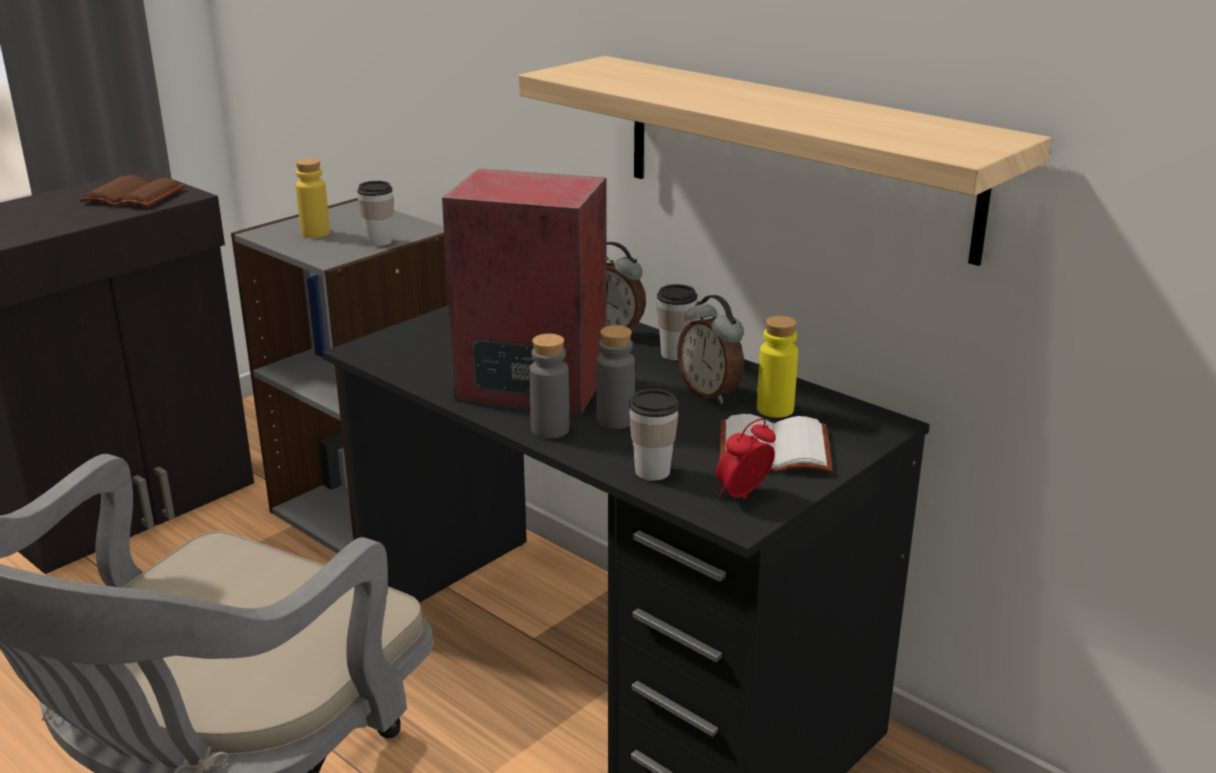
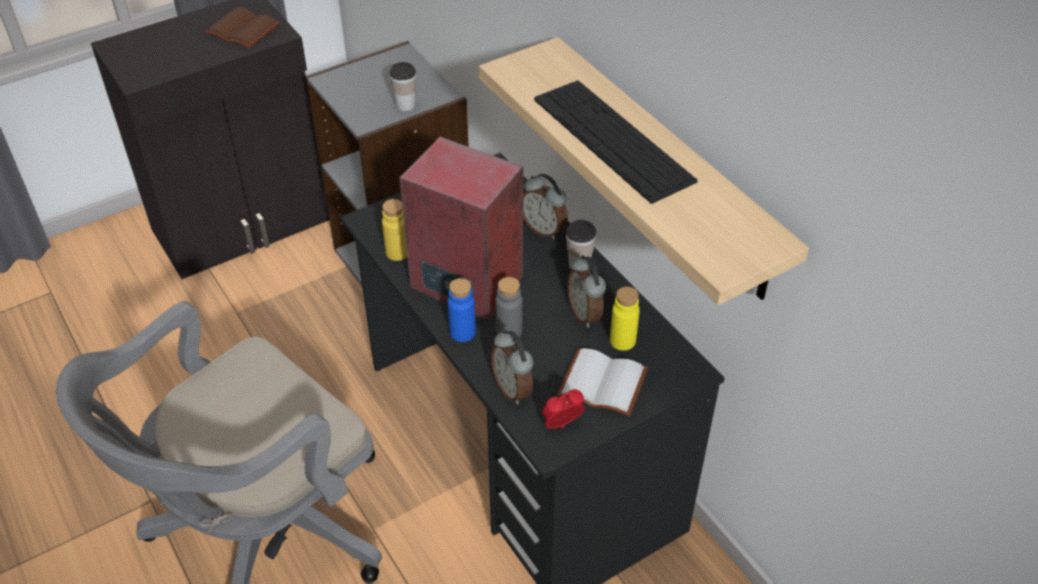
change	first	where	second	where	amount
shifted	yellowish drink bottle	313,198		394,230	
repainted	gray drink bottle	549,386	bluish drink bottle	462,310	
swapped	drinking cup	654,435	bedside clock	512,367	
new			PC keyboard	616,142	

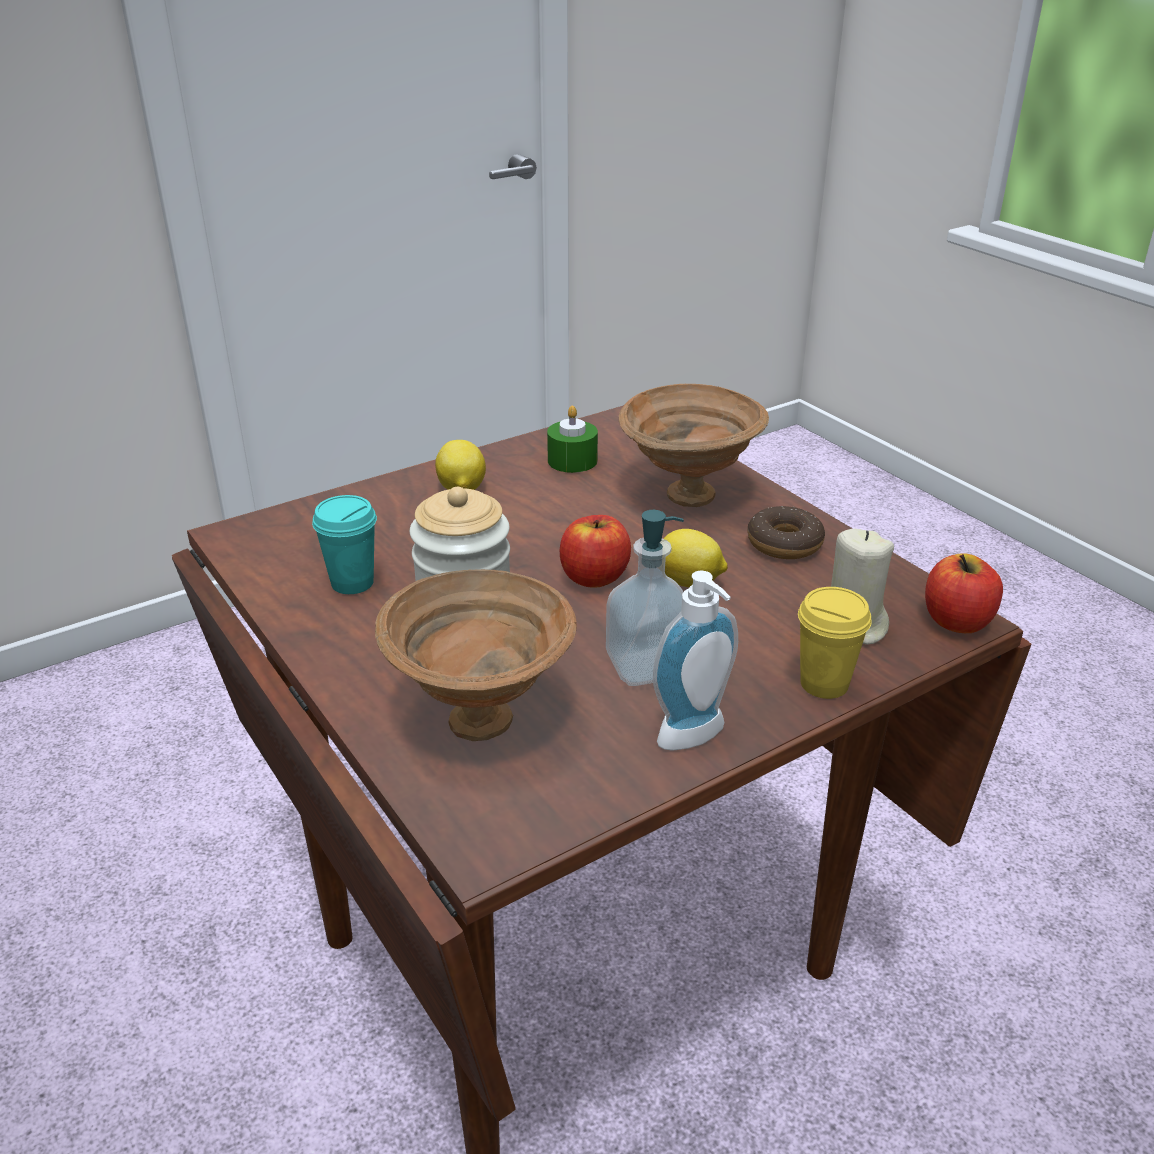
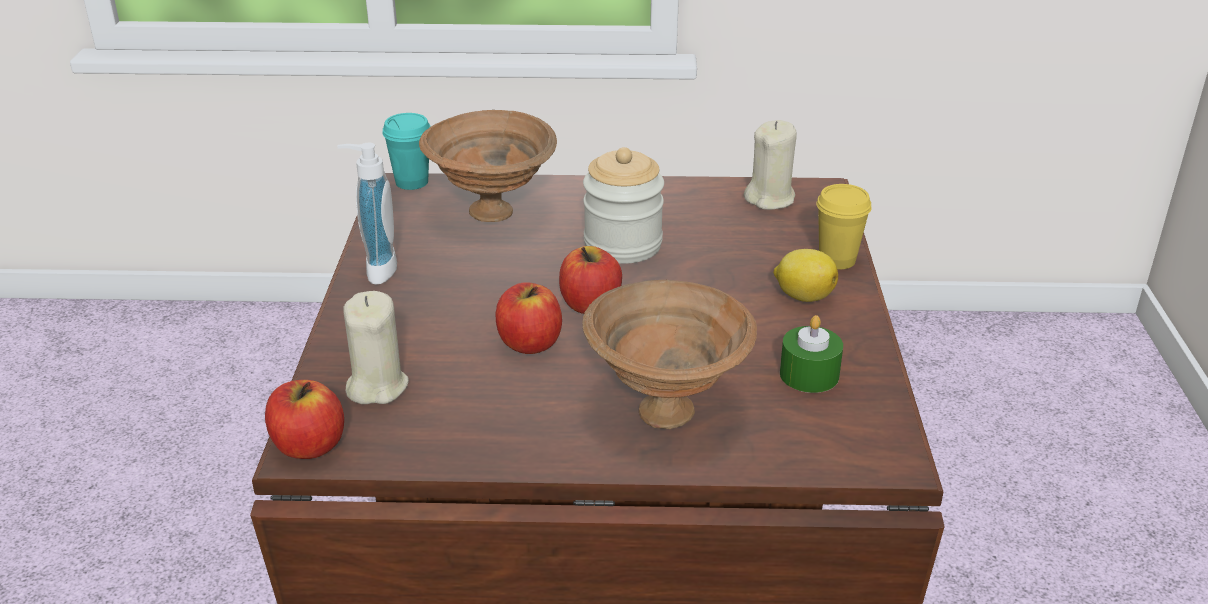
change	first	where	second	where	amount
shifted	turquoise drinking cup	344,544		406,151	
gone	liquid soap bottle	645,598			
swapped	whole lemon	695,558	whole apple	528,318	
gone	ring doughnut	786,532			
shifted	yellowish drinking cup	835,643		844,226	
new			sand-coloured candle	770,165	

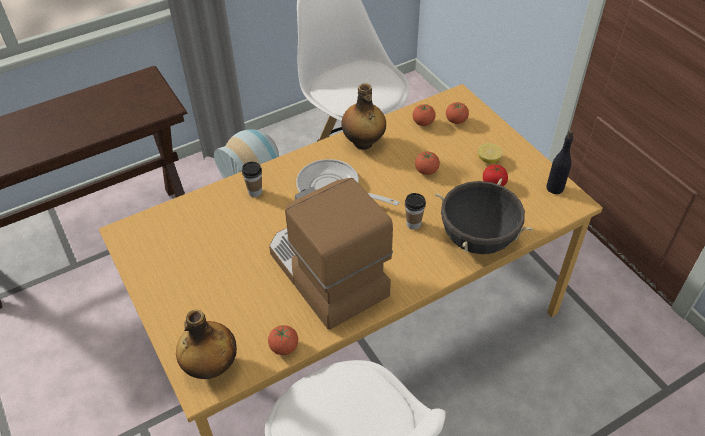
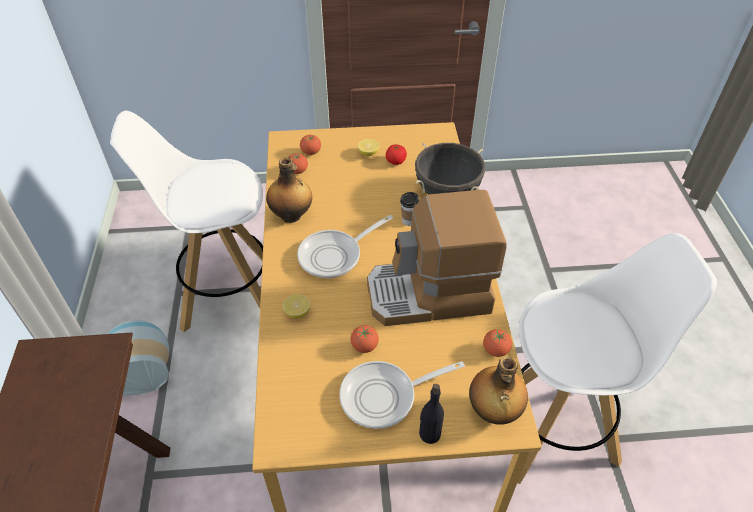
change	first	where	second	where	amount
swapped	drinking cup	252,179	whole lemon	296,306	
shifted	fresh tomato	427,163		365,339	
shifted	black-coloured drink bottle	560,162		431,414	
new			frying pan	402,395	

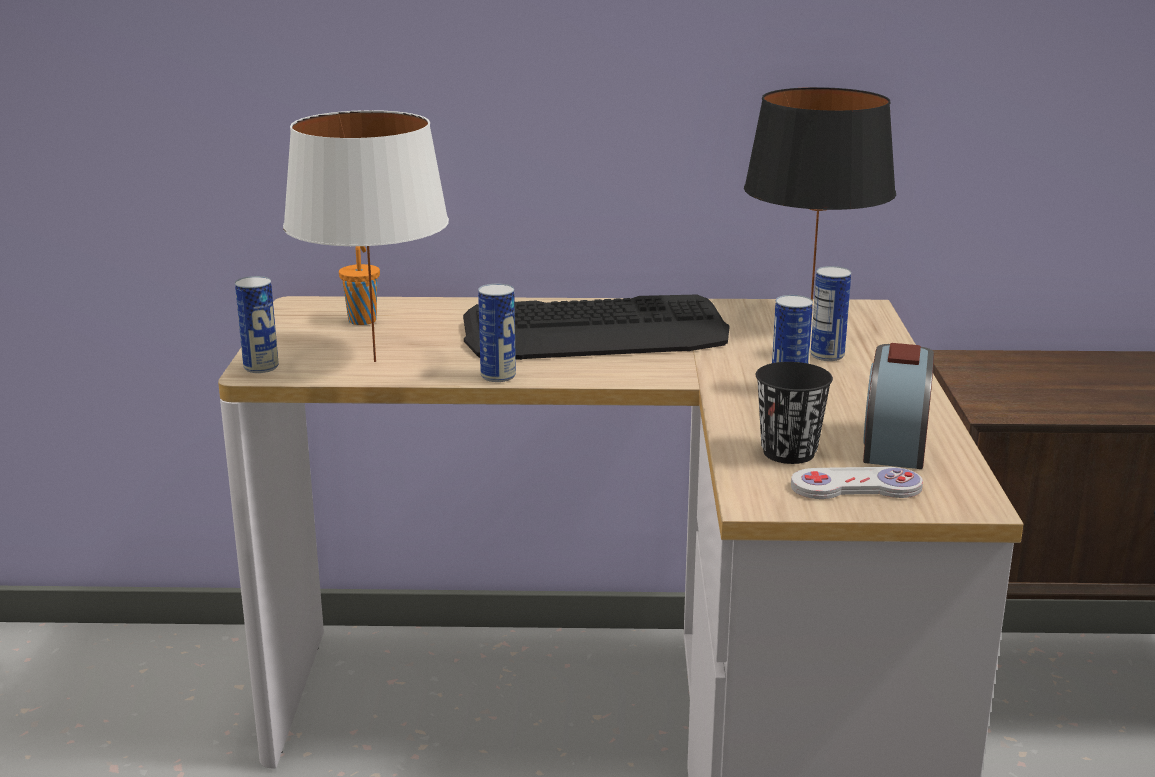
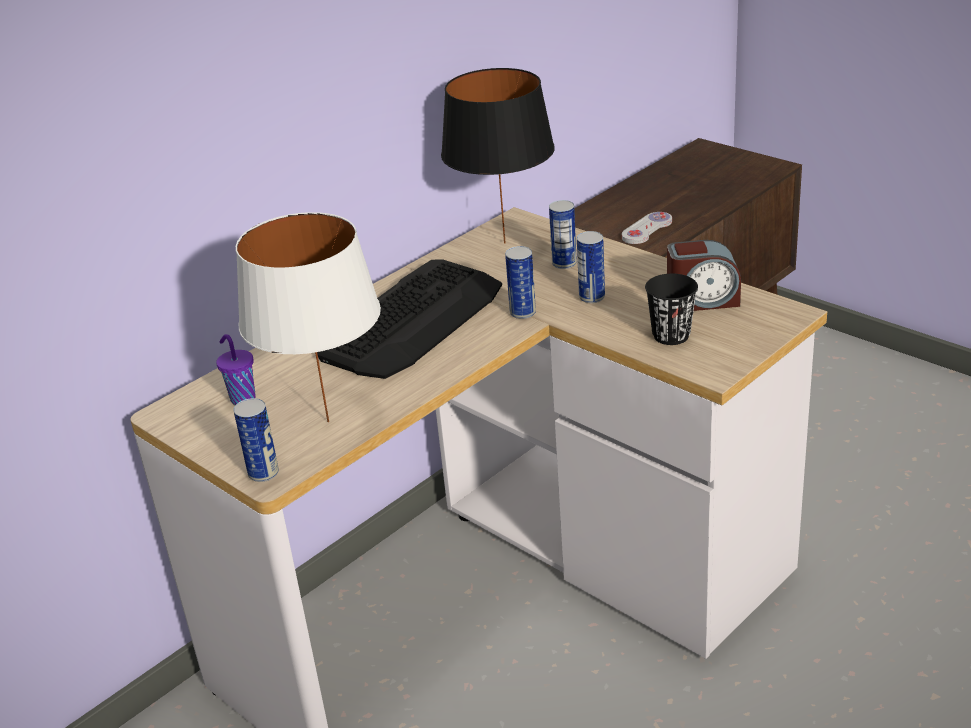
change	first	where	second	where	amount
repainted	orangey drinking cup	359,285	purple-coloured drinking cup	236,369	
shifted	sealed can	497,332		520,282	
shifted	white-coloured joypad	857,483		647,228	
rotated	bedside clock	898,406		704,275	60 degrees counterclockwise

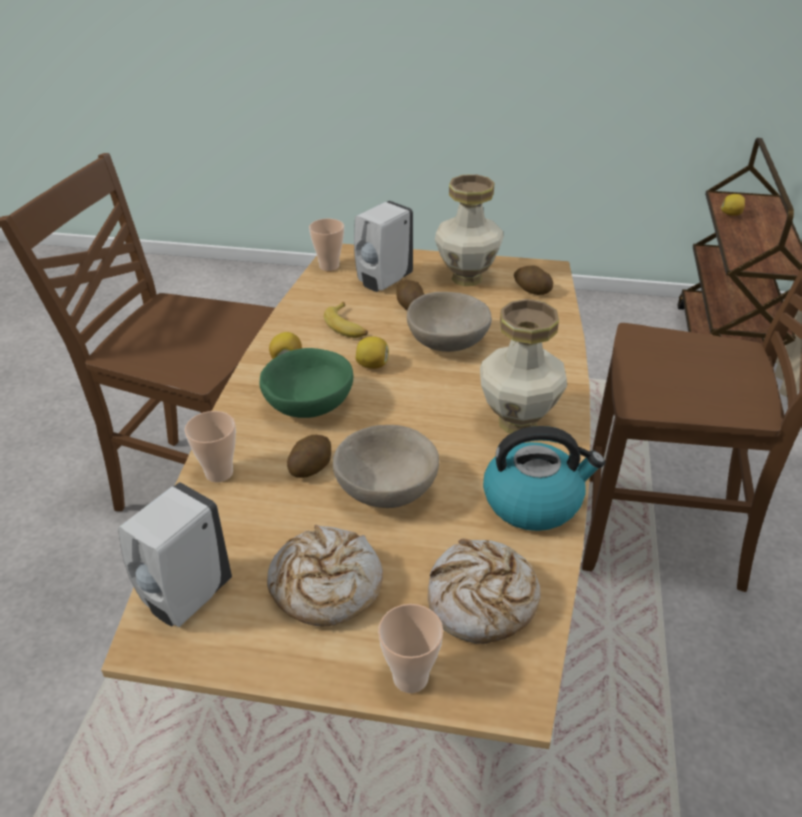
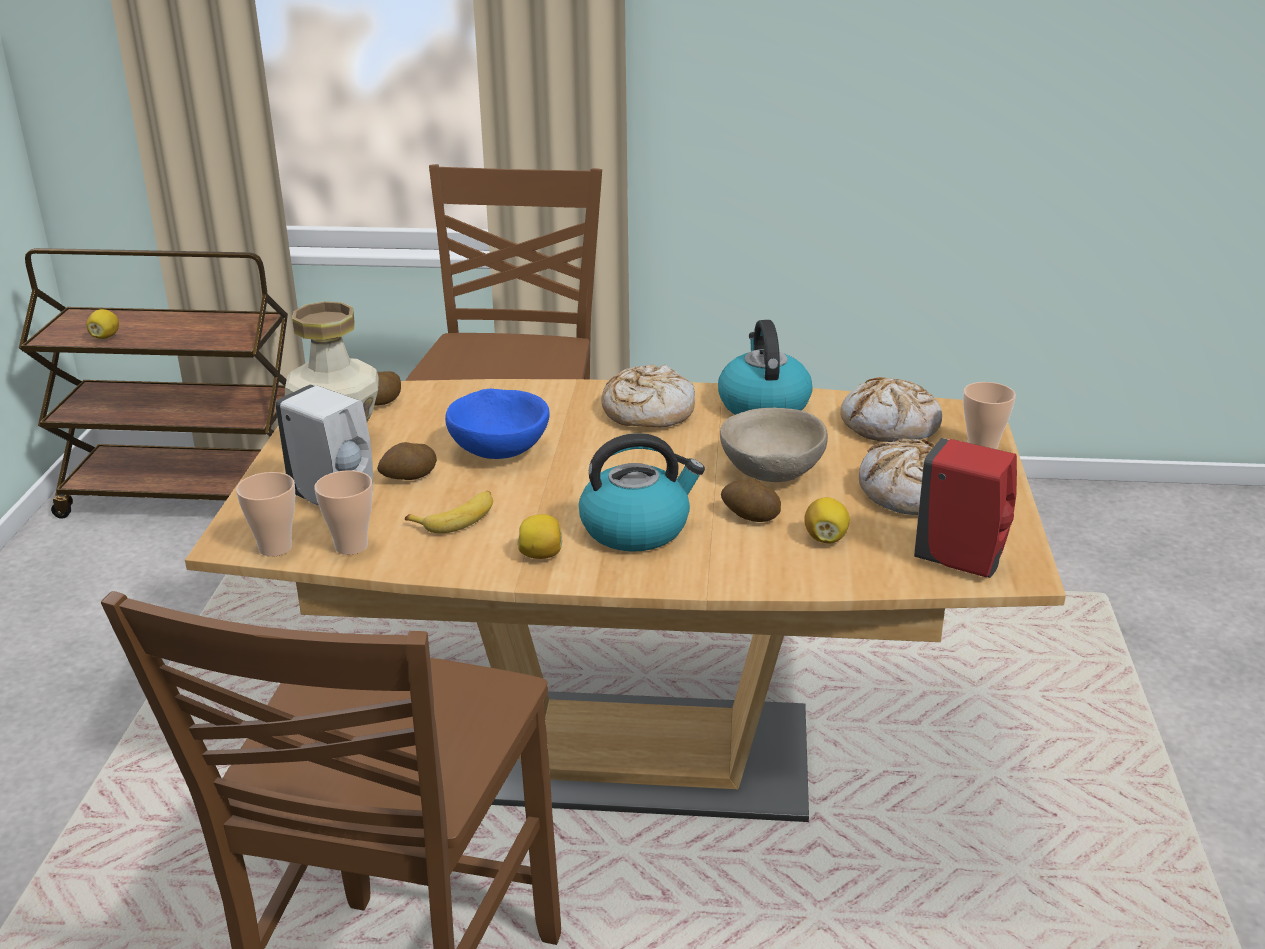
change	first	where	second	where	amount
repainted	white-coloured liquid soap bottle	175,554	red-coloured liquid soap bottle	965,508	
shifted	drinking cup	210,446		343,512	
swapped	green-coloured serving bowl	306,383	kettle	642,492	
shifted	whole lemon	372,352		827,520	
repainted	sand-coloured serving bowl	449,322	bluish serving bowl	497,424	
swapped	decorative vase	523,366	bread	648,395	

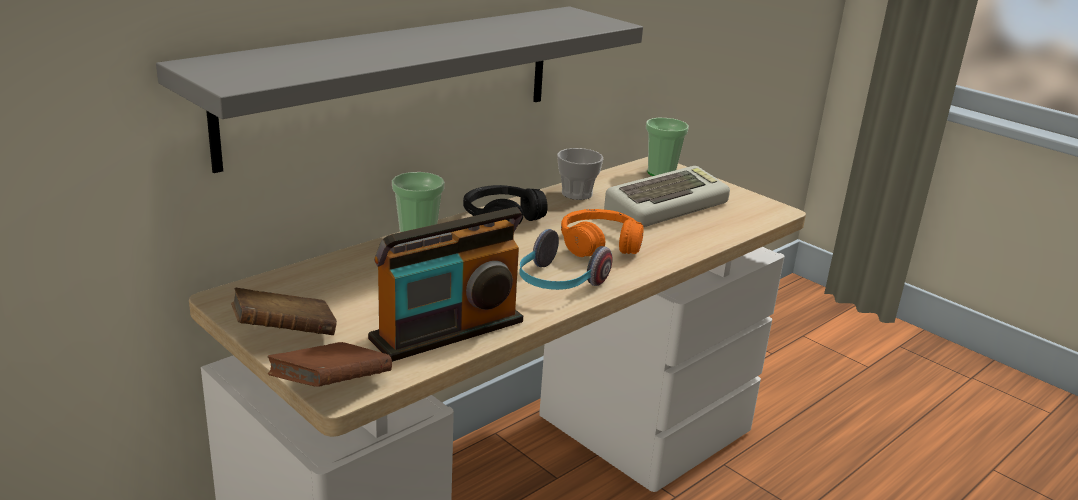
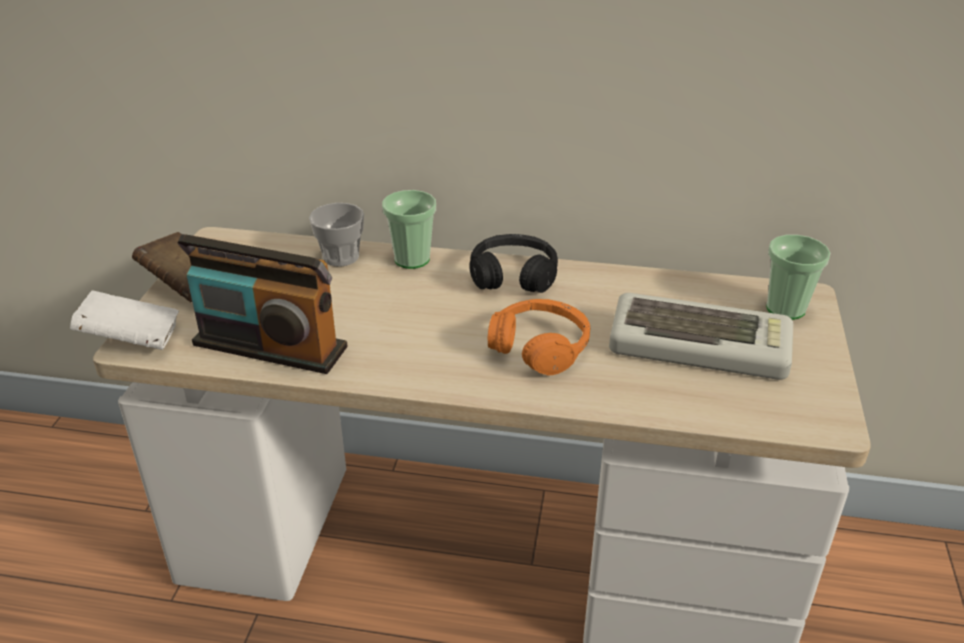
change	first	where	second	where	amount
gone	gray wall shelf	399,89			
repainted	brownish volume	329,364	white-coloured volume	124,320	
gone	headset	565,259			
shifted	drinking cup	580,174		336,235	

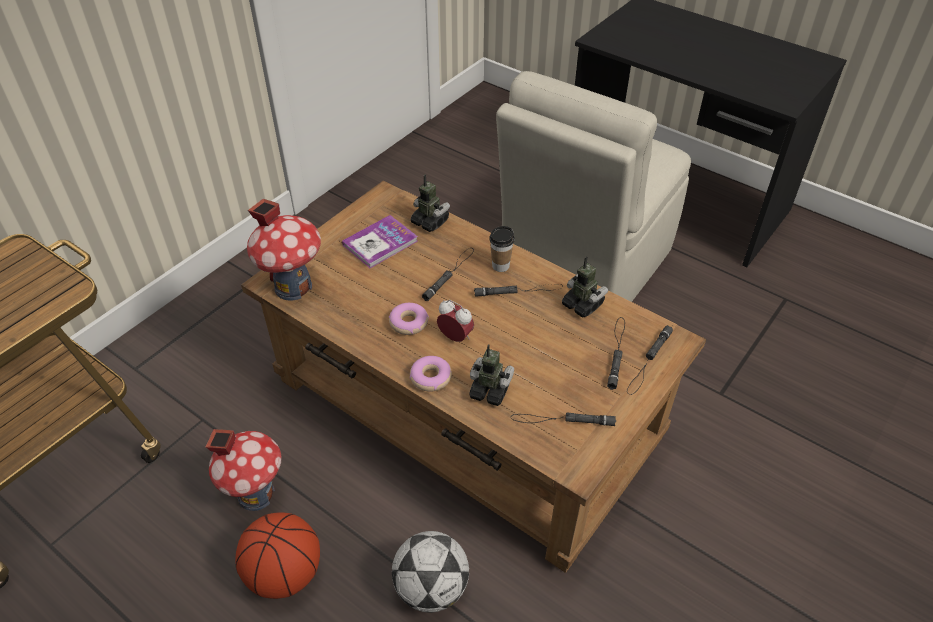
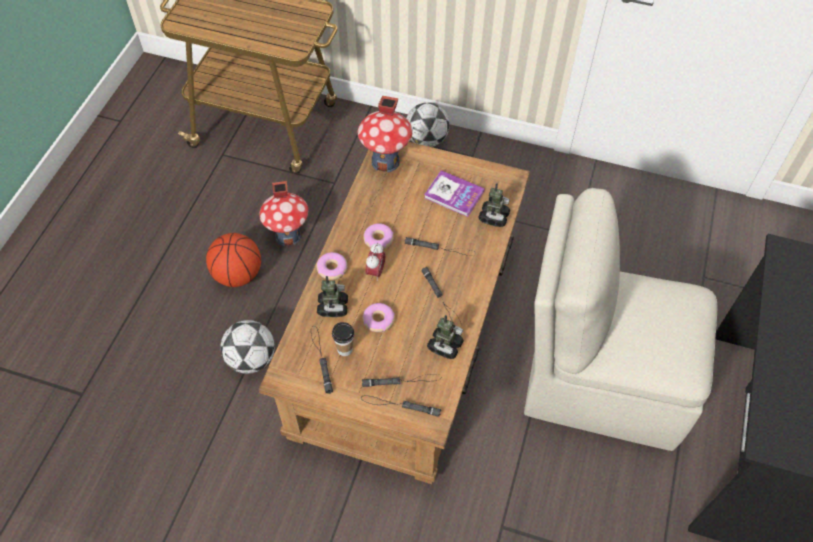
change	first	where	second	where	amount
shifted	drinking cup	502,249		343,339	
new			ring doughnut	379,317	
new			football	428,124	

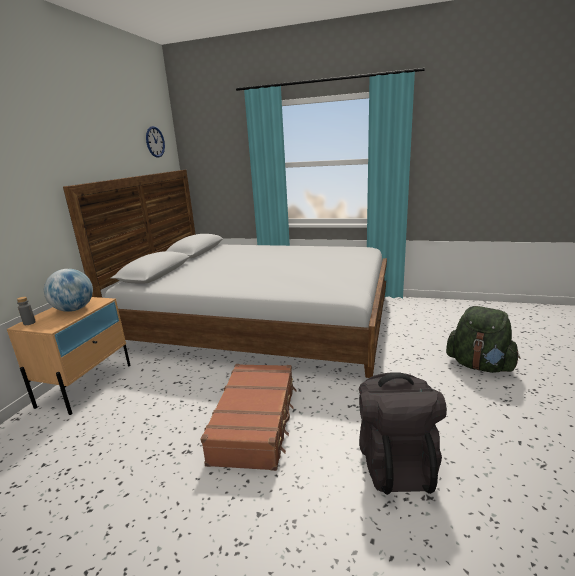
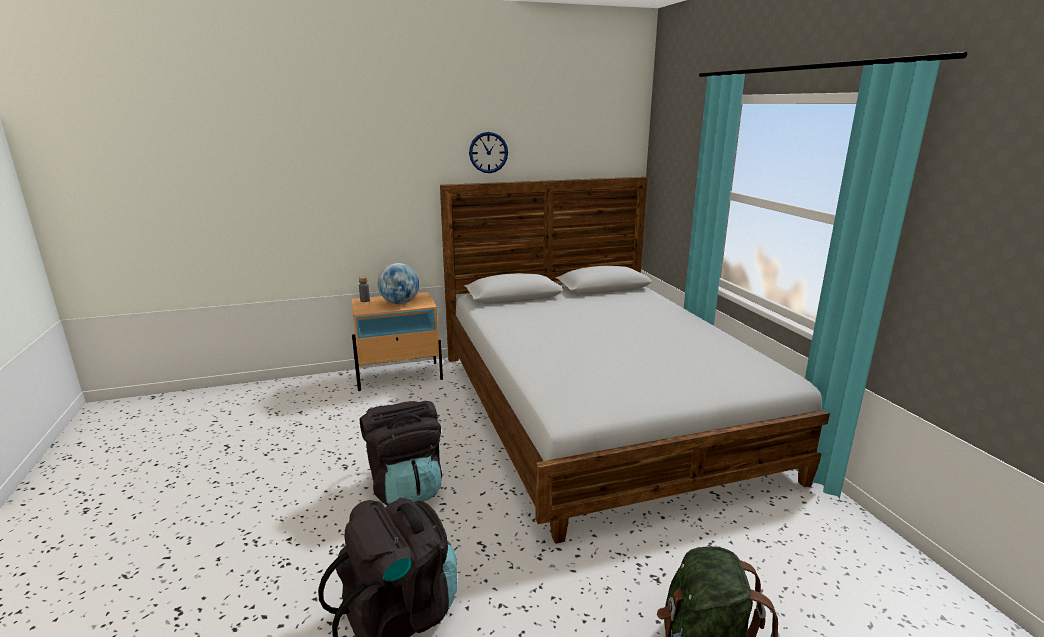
change	first	where	second	where	amount
shifted	hanging clock	155,142		488,152	
swapped	brownish piece of luggage	248,417	black-coloured knapsack	401,453	

